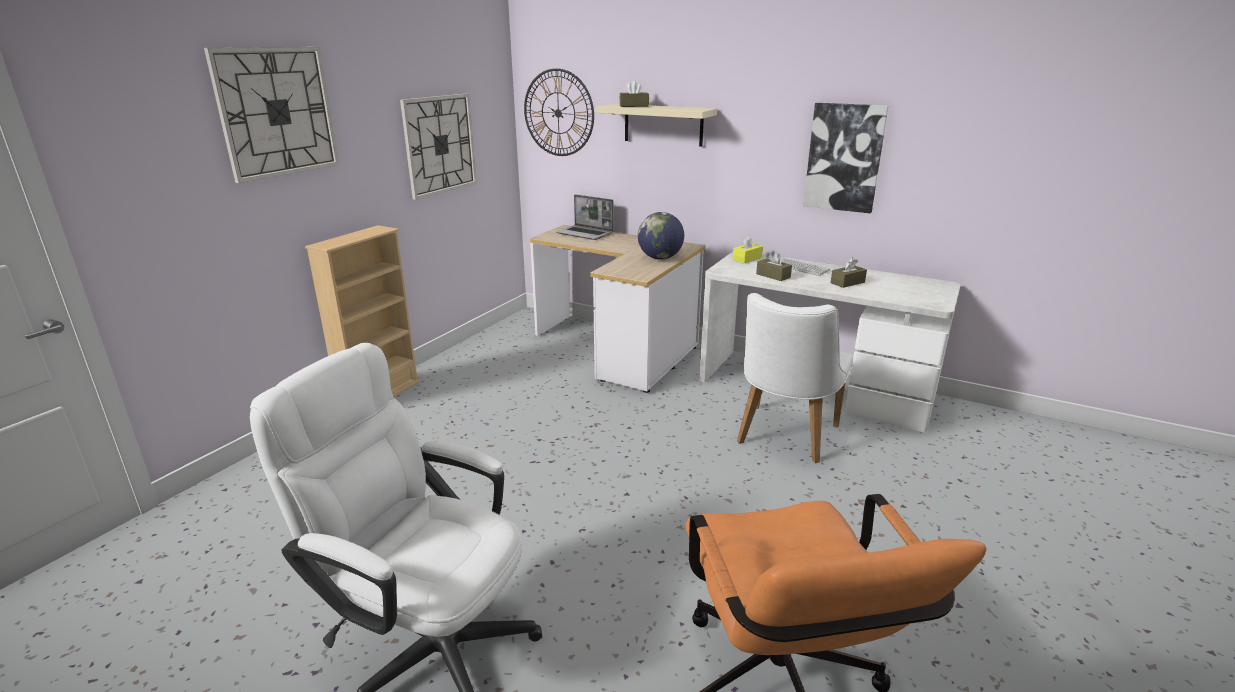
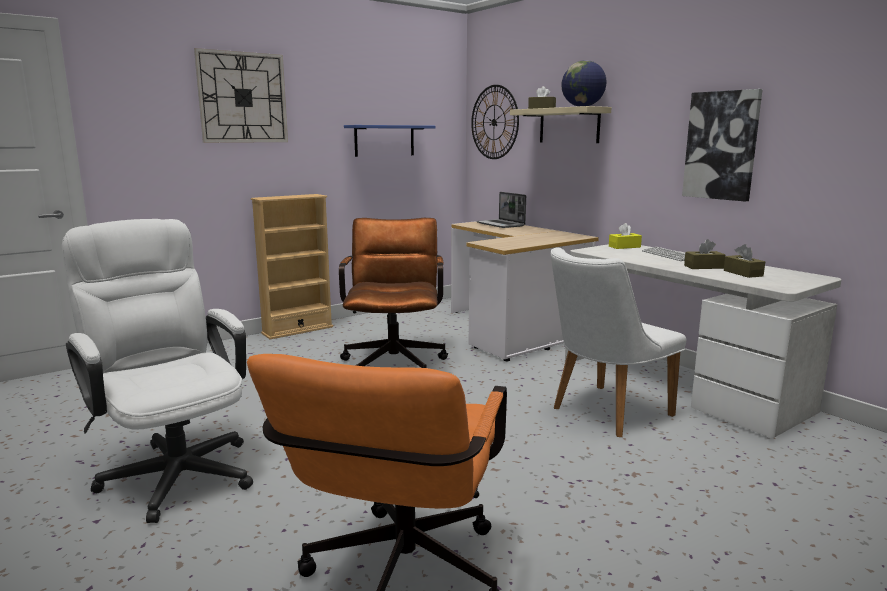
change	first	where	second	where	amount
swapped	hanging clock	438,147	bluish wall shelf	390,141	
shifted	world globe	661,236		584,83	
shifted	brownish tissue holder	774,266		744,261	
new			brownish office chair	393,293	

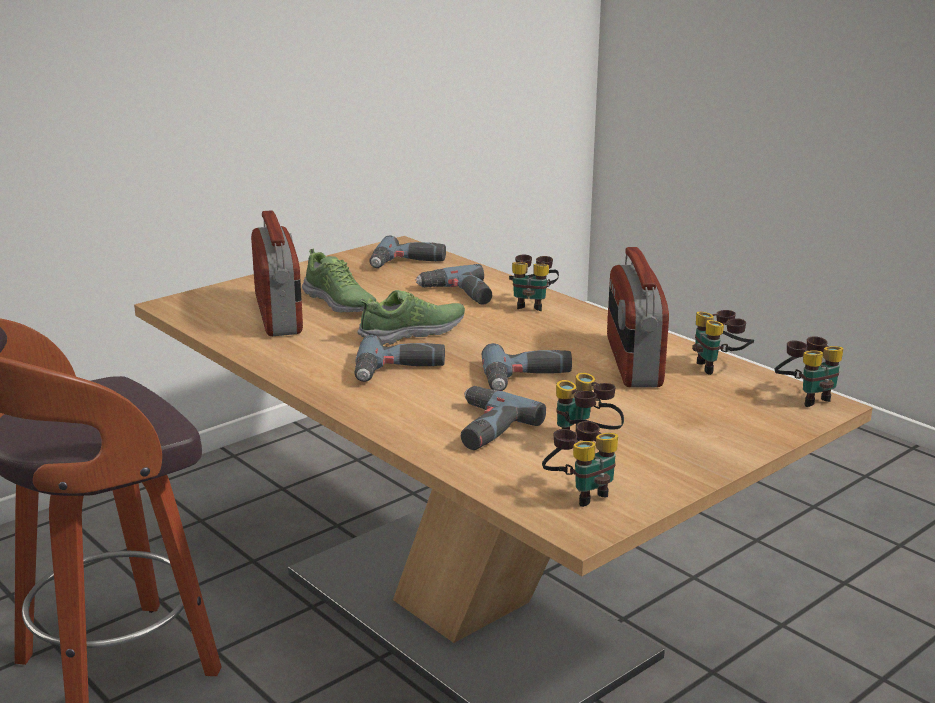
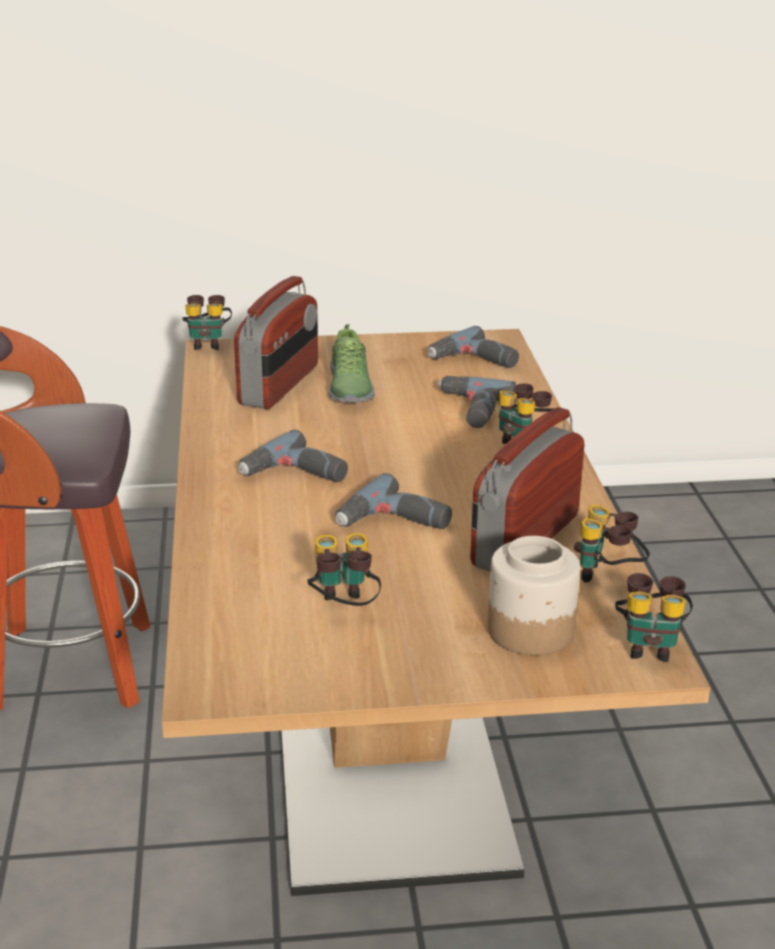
change	first	where	second	where	amount
gone	item of footwear	411,317			
gone	electric drill	503,418			
shifted	binoculars	580,464		207,322	
new			jar	534,595	

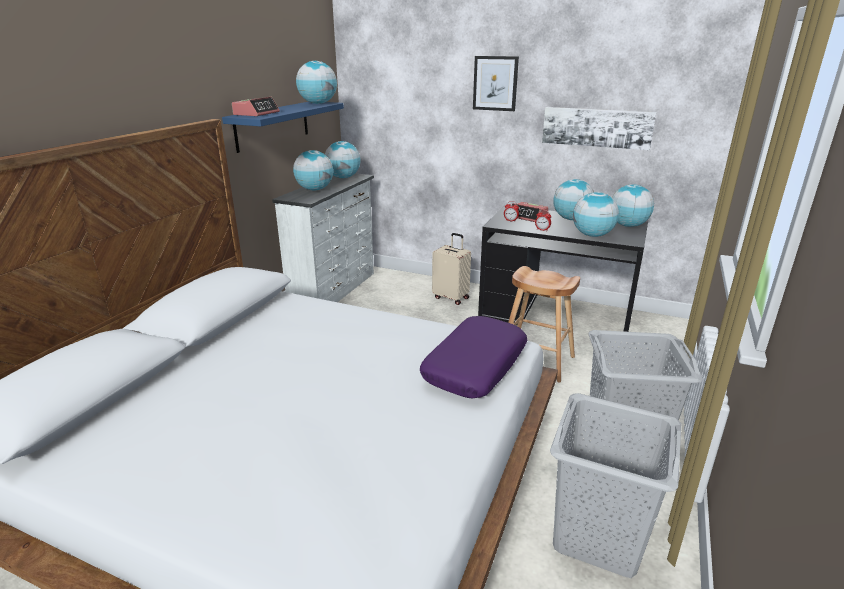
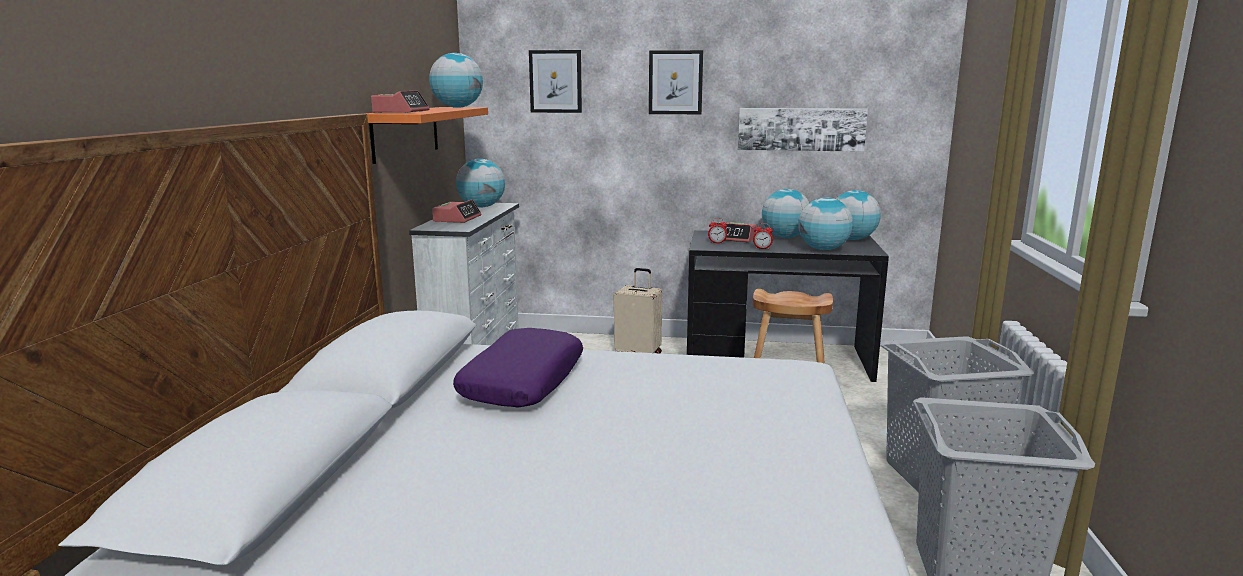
change	first	where	second	where	amount
repainted	bluish wall shelf	283,127	orangey wall shelf	426,135	
swapped	world globe	313,170	bedside clock	457,211	
shifted	purple-coloured cushion	473,357		518,367	
new			wall picture	555,81	

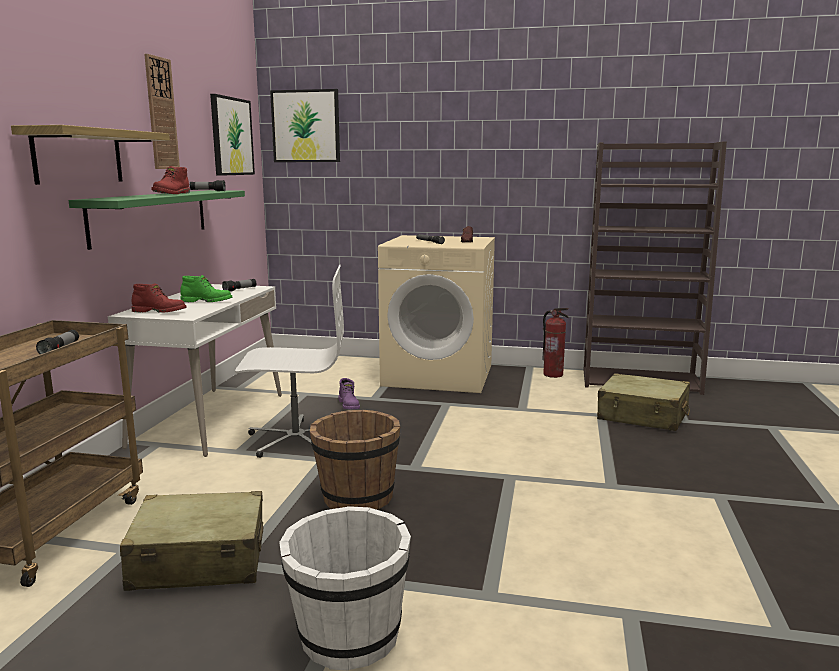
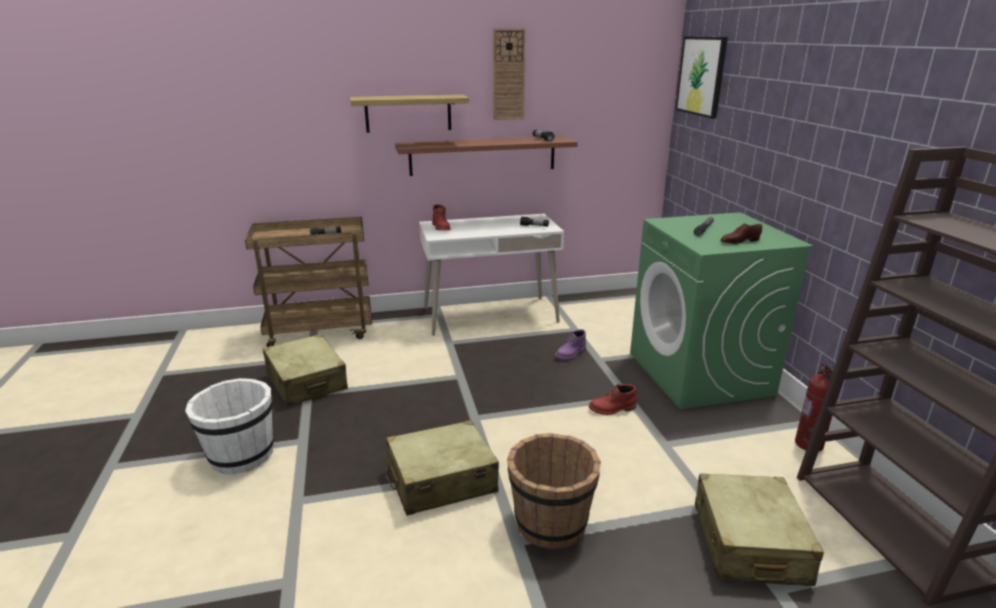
change	first	where	second	where	amount
repainted	green-coloured wall shelf	157,220	brownish wall shelf	486,156	
shifted	red-coloured high-top boot	170,180		613,399	
gone	green-coloured high-top boot	206,288			
gone	wall picture	232,135			
gone	white-coloured office chair	289,361			
shifted	brownish water bucket	355,460		554,491	
repainted	sand-coloured laundry machine	436,314	green-coloured laundry machine	722,310	
new			sand-coloured piece of luggage	442,468	

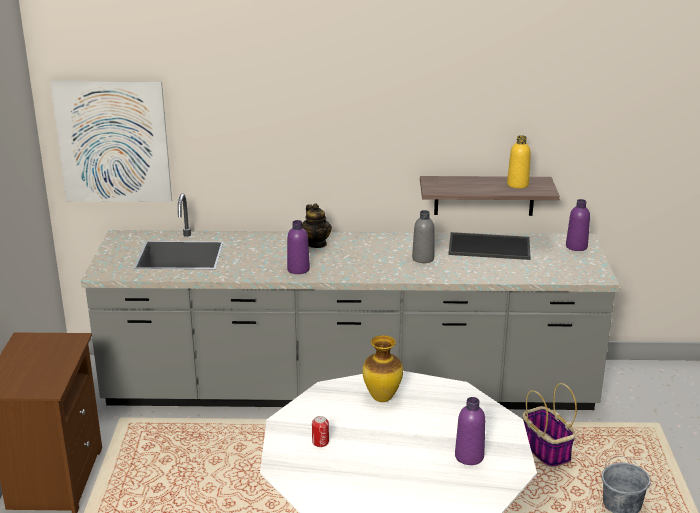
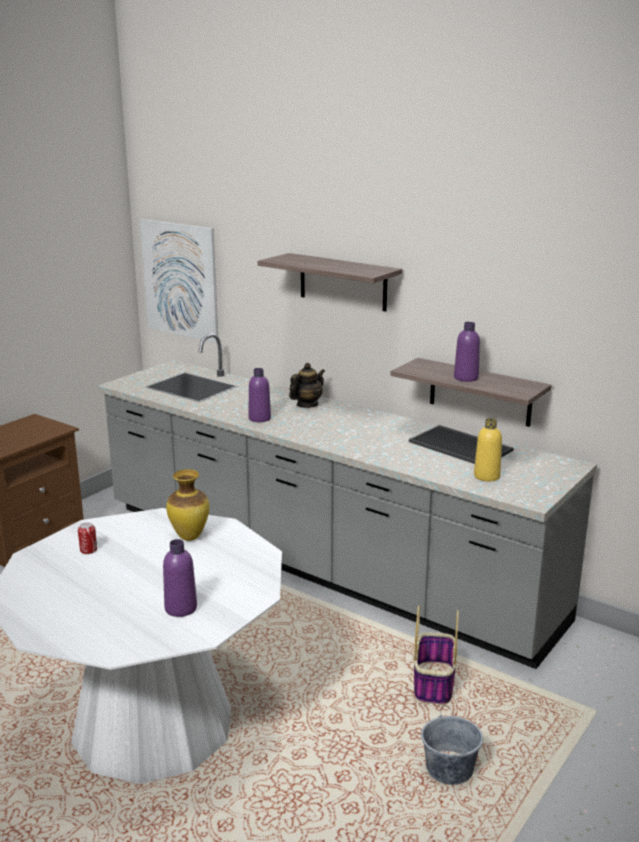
change	first	where	second	where	amount
rotated	tea pot	317,226		307,385	150 degrees counterclockwise
gone	gray drink bottle	423,236			
shifted	yellowish drink bottle	519,161		488,449	
shifted	purple-coloured drink bottle	578,225		467,352	
new			wall shelf	330,282	

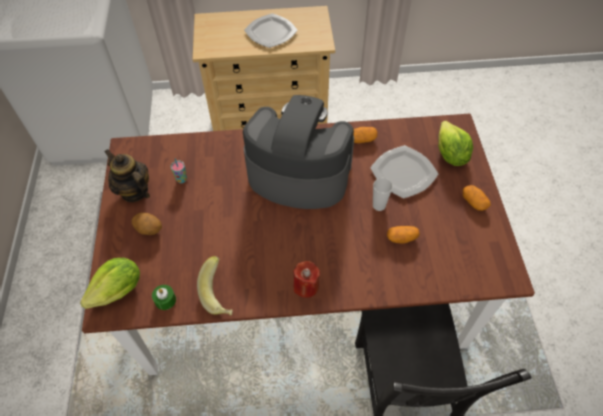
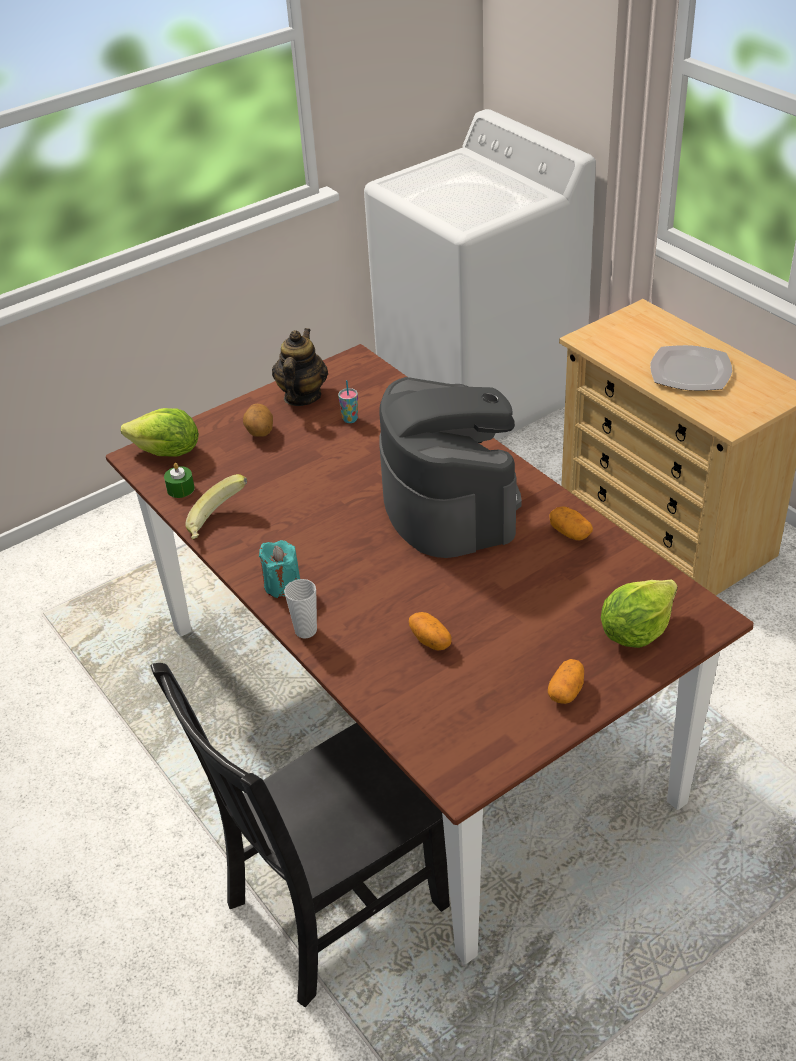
change	first	where	second	where	amount
repainted	red-coloured candle	306,279	turquoise candle	279,569	
gone	dinner plate	404,172			
shifted	drinking cup	383,194		300,609	

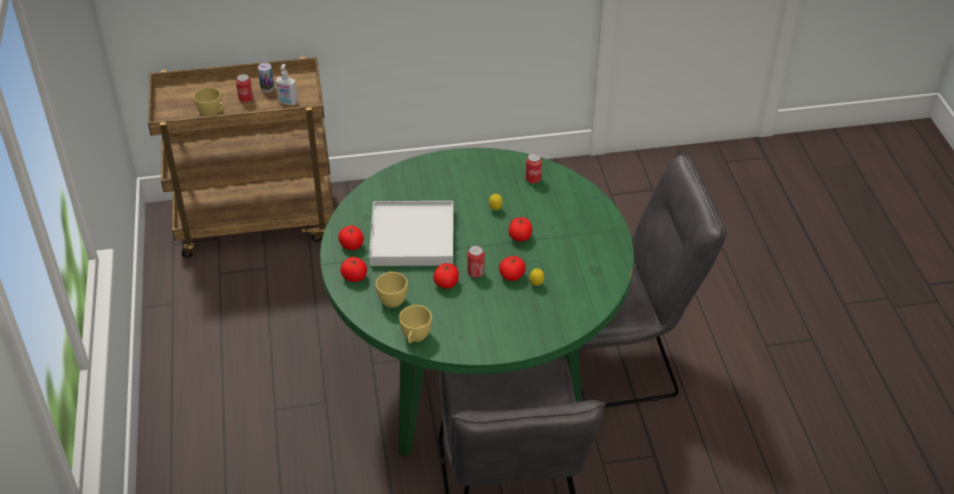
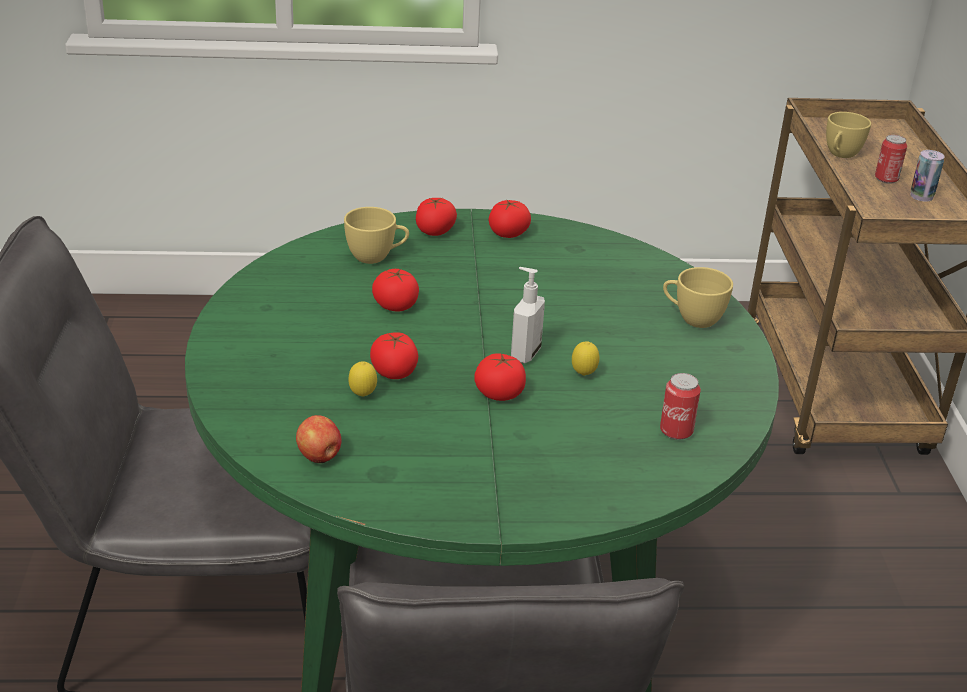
change	first	where	second	where	amount
shifted	liquid soap bottle	286,84		528,315	
gone	white-coloured serving tray	411,233			
shifted	yellowish drinking cup	415,324		698,297	
gone	sealed can	476,262			
new			whole apple	319,439	

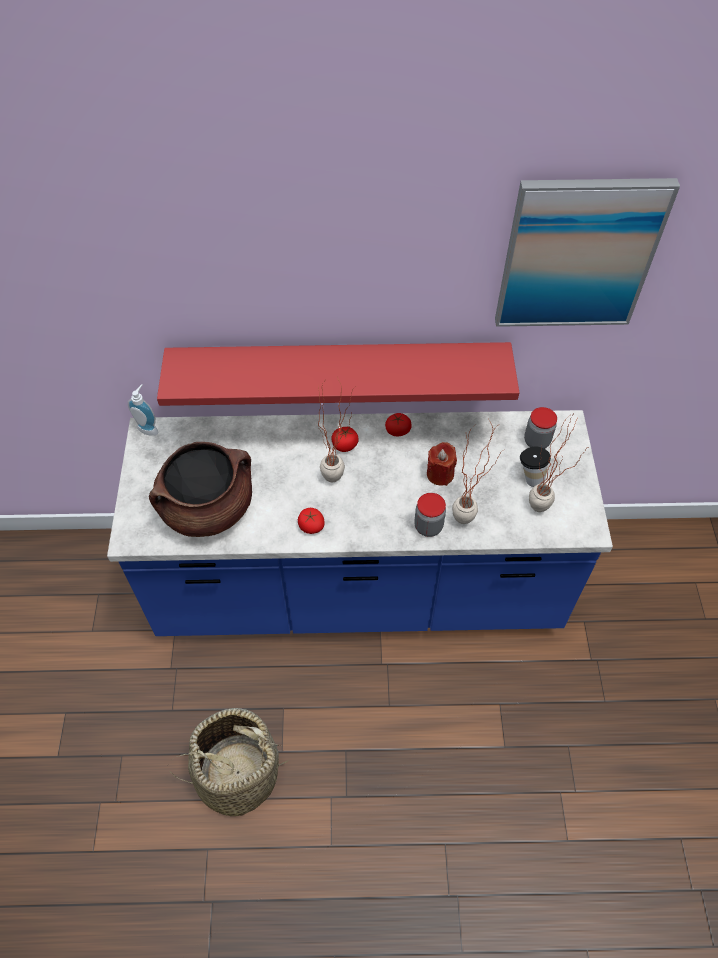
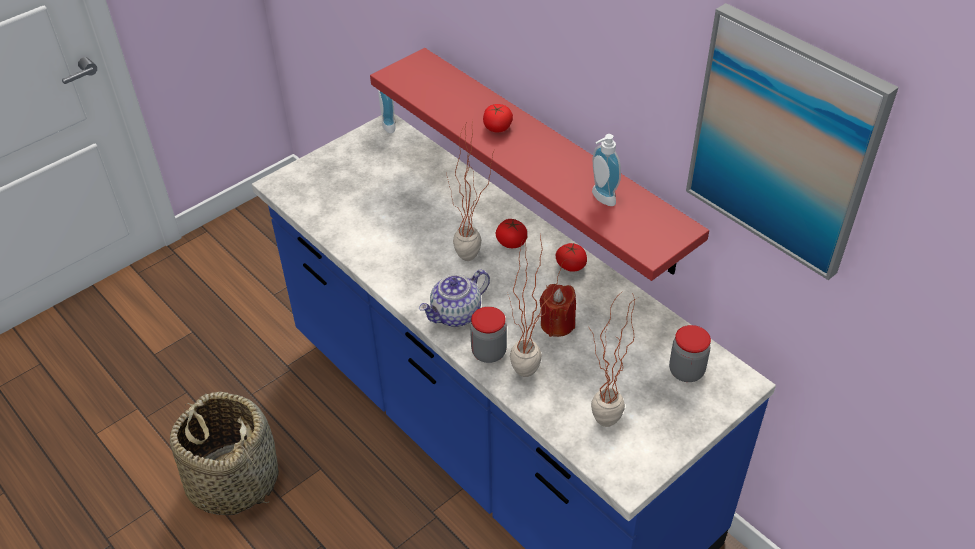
change	first	where	second	where	amount
gone	brownish saucepot	200,489			
shifted	fresh tomato	311,521		498,118	
gone	drinking cup	535,467			
new			tea pot	454,298	
new			liquid soap bottle	606,170	

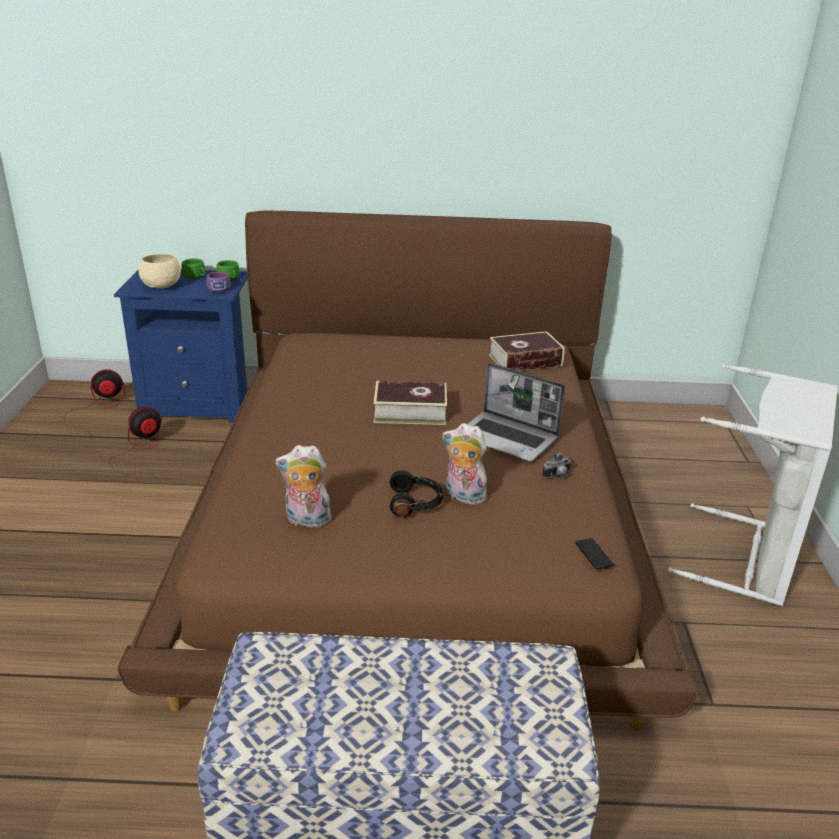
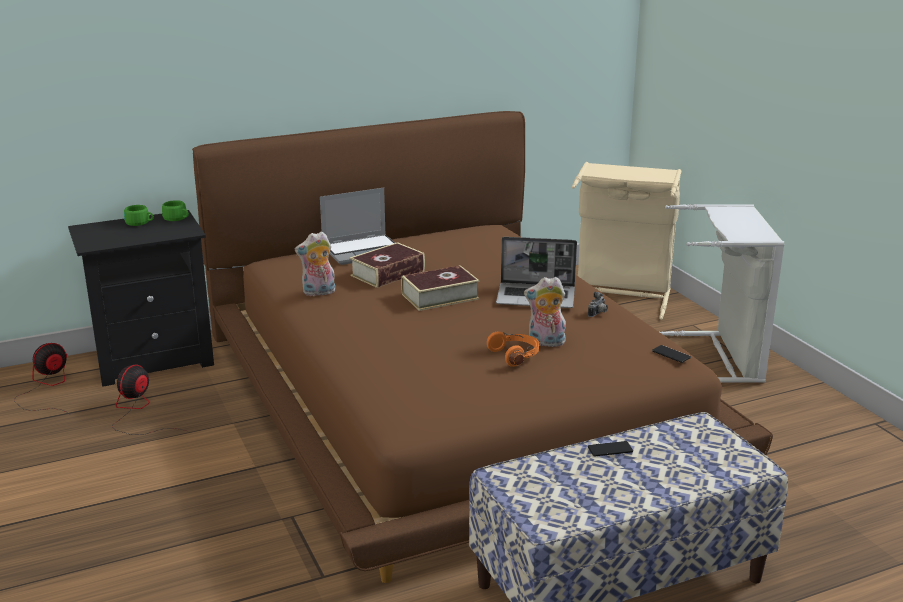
change	first	where	second	where	amount
repainted	bluish nightstand	180,346	black-coloured nightstand	141,298	
gone	sand-coloured serving bowl	159,271			
gone	purple-coloured drinking cup	218,282			
shifted	soft toy	303,486		315,264	
repainted	black-coloured headset	416,493	orangey headset	513,349	
shifted	volume	527,351		387,265	
new			laptop	357,226	
new			sand-coloured washing basket	626,241	
new			telephone	610,448	

